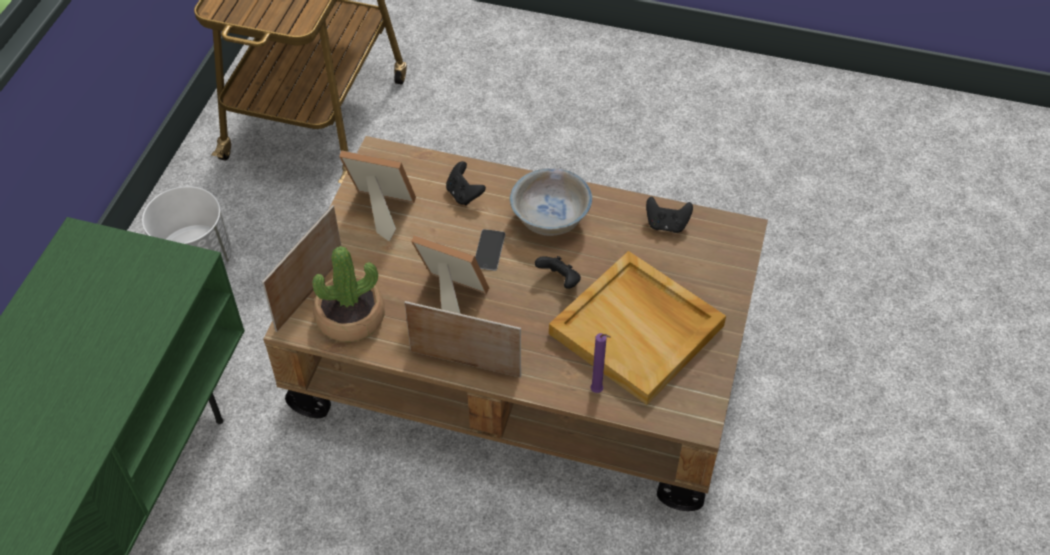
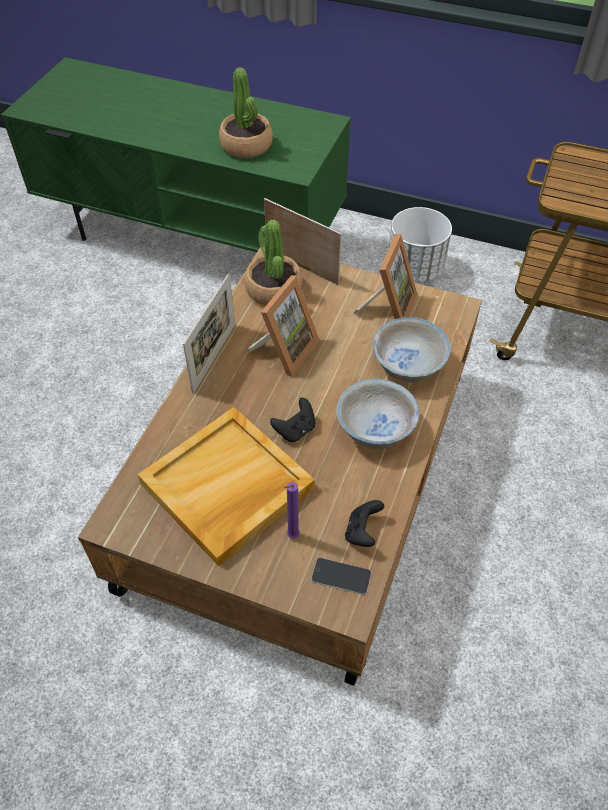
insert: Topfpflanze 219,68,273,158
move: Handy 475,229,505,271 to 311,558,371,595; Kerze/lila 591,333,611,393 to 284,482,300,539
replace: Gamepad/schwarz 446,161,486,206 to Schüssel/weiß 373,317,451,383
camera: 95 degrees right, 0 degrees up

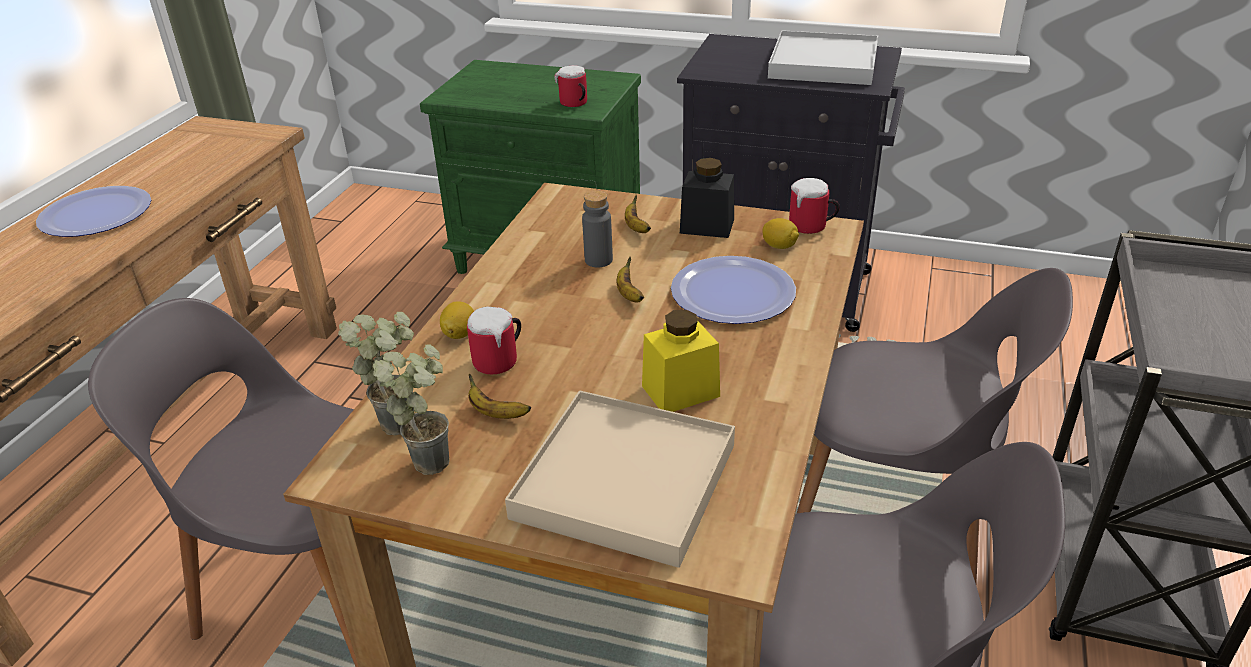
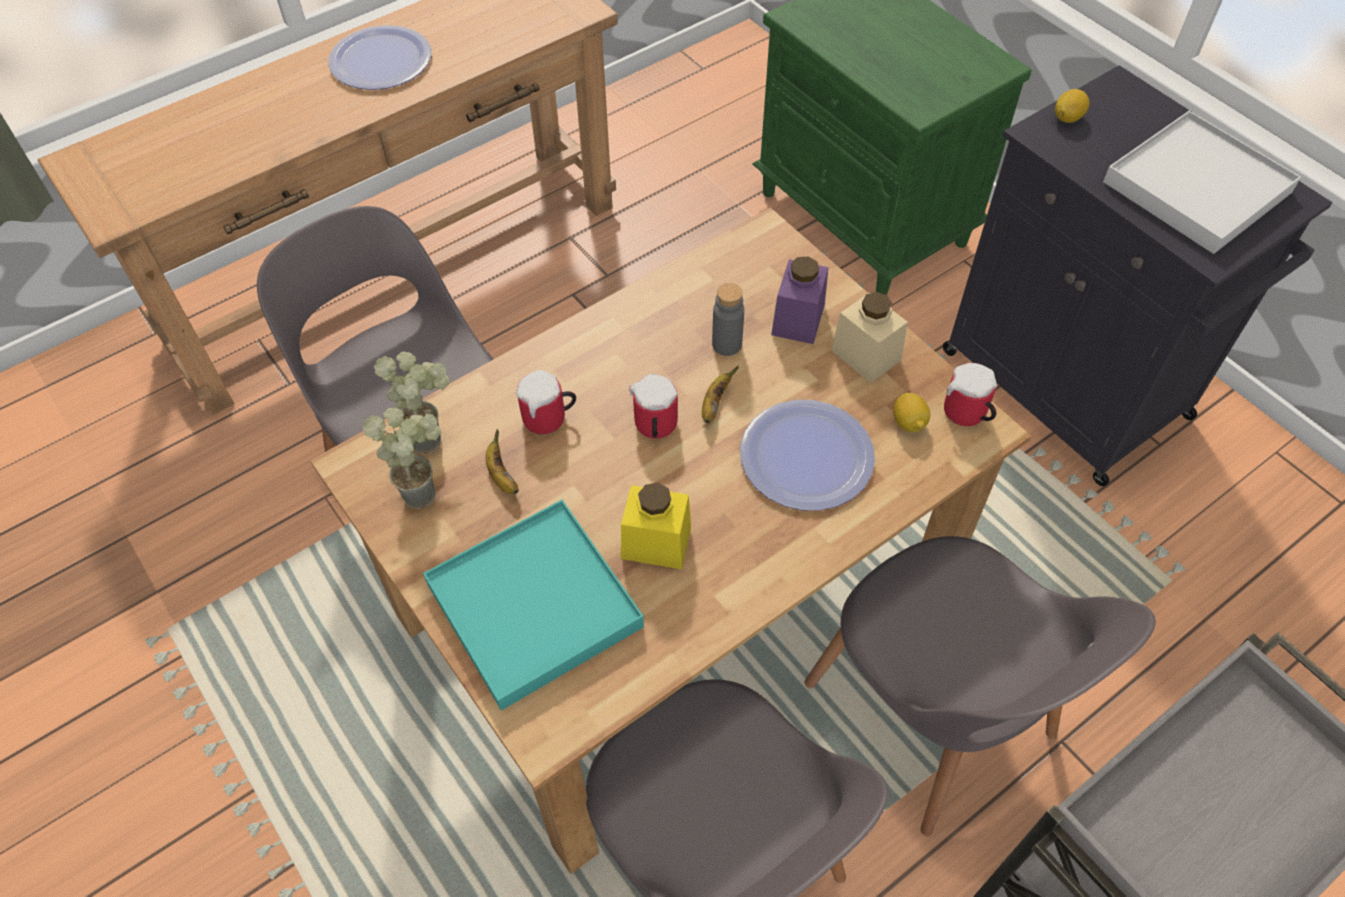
move: Zitrone 440,301,474,339 to 1055,89,1089,123; Henkelbecher 554,65,587,107 to 629,374,678,439
replace: Banane 625,195,651,233 to Vorratsglas/lila 771,256,829,344
recolor: Tablett/beige 505,390,735,568 to Tablett/türkis 423,500,644,710; Vorratsglas/schwarz 680,158,734,238 to Vorratsglas/beige 831,292,908,383
camera: 35 degrees right, 20 degrees up

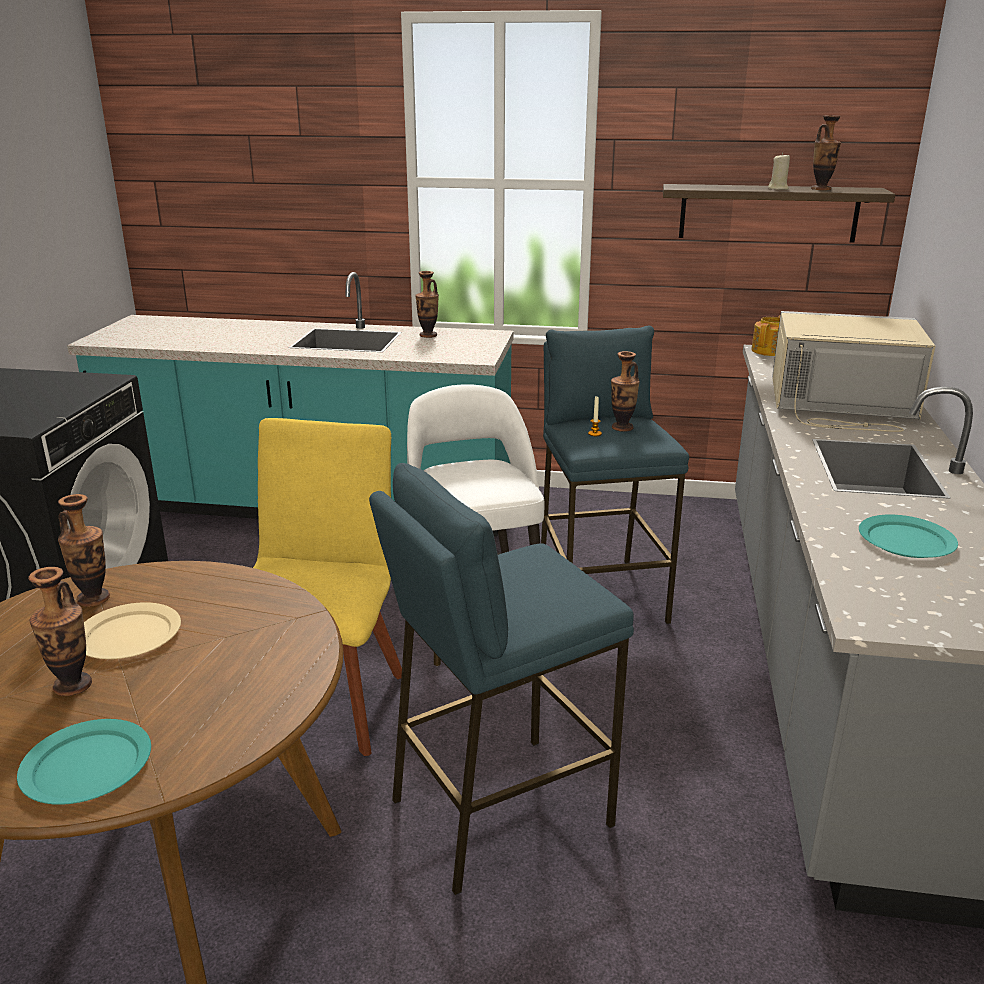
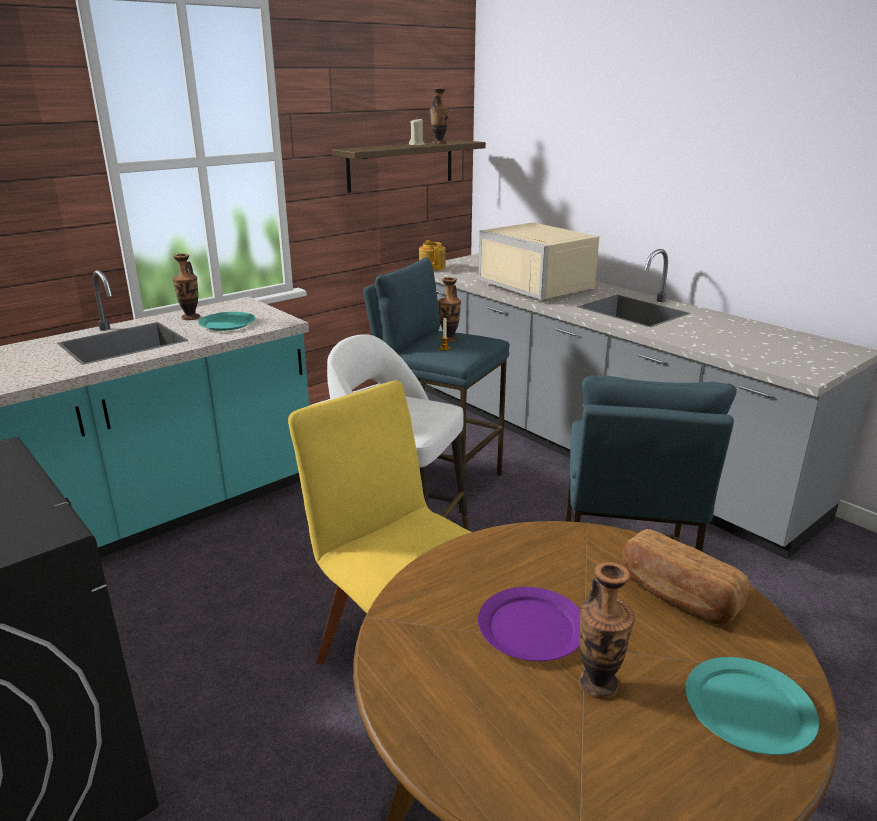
delete: Vase 58,494,110,607
insert: Brot 622,529,749,625
move: Teller/türkis 859,514,958,558 to 198,312,255,331
recolor: Teller/beige 84,602,181,659 to Teller/lila 478,587,580,661
rotate: Mikrowelle/beige 772,311,935,432 = 478,222,599,300 90 degrees counterclockwise
camera: 50 degrees left, 0 degrees up

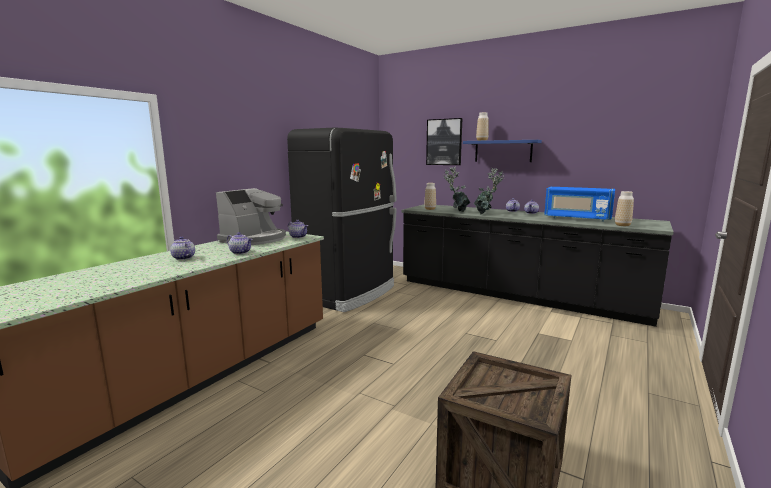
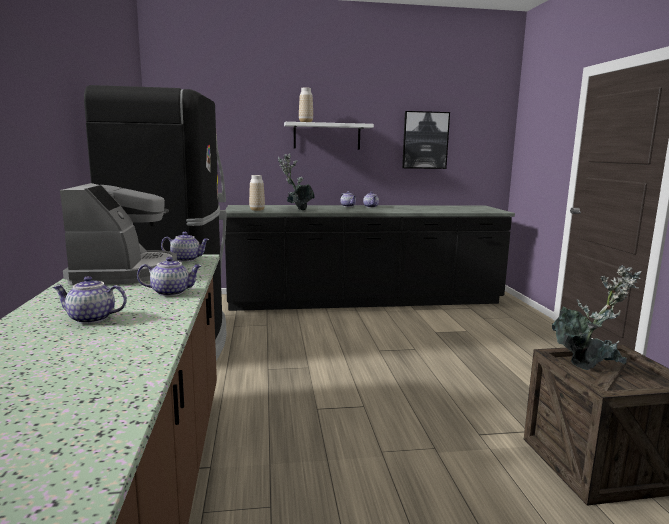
delete: Mikrowelle/blau 544,187,615,222; Vase 615,191,634,226
move: Bild 426,118,462,165 to 402,111,450,169; Topfpflanze 474,168,504,214 to 552,265,641,370
recolor: Wandregal/blau 463,140,542,162 to Wandregal/weiß 284,122,374,150
camera: 40 degrees left, 0 degrees up

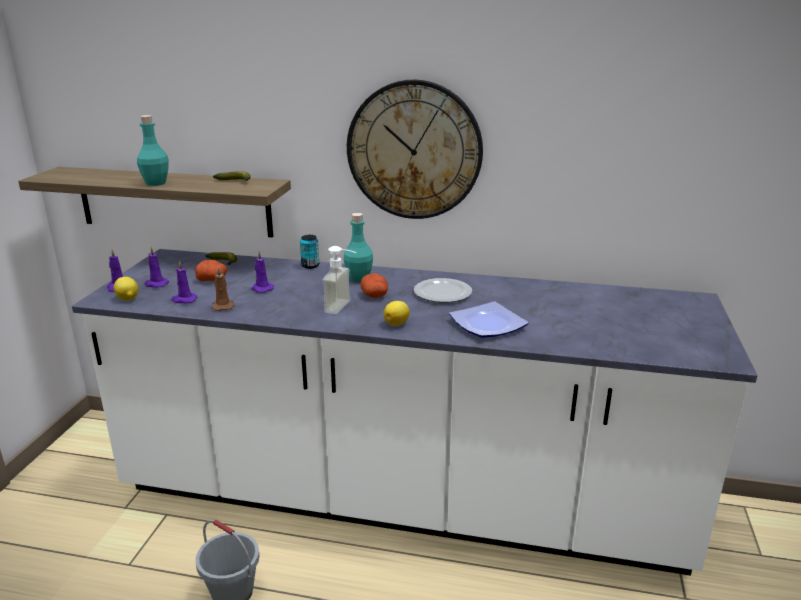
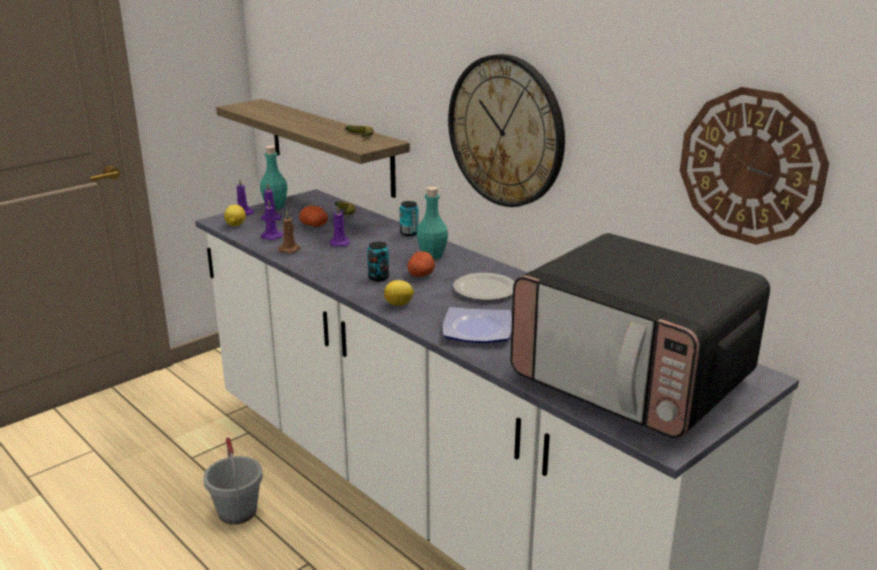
insert: Mikrowelle 510,233,770,439; Wanduhr 680,87,829,245
move: Flasche/türkis 137,115,169,186 to 260,146,287,209
replace: Seifenspender 323,246,357,314 to Dose 367,241,389,281
camera: 35 degrees right, 0 degrees up

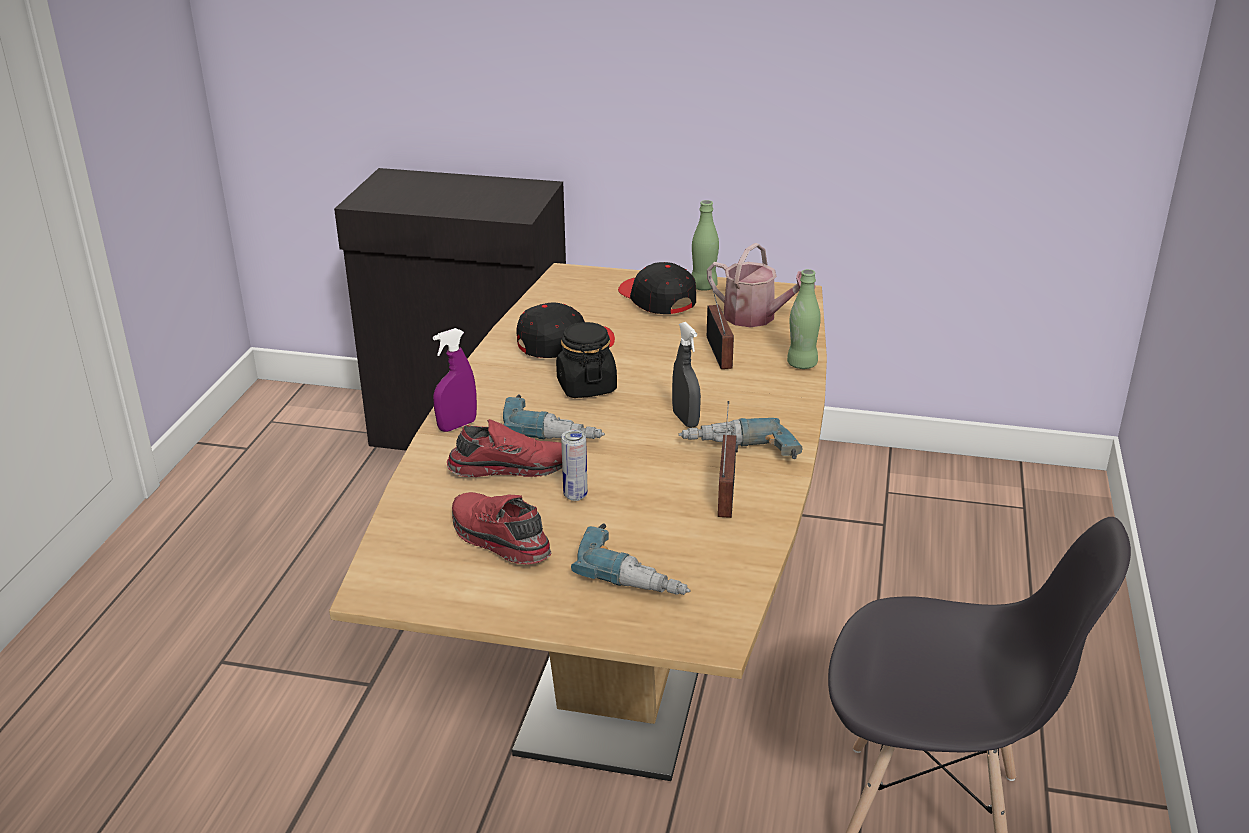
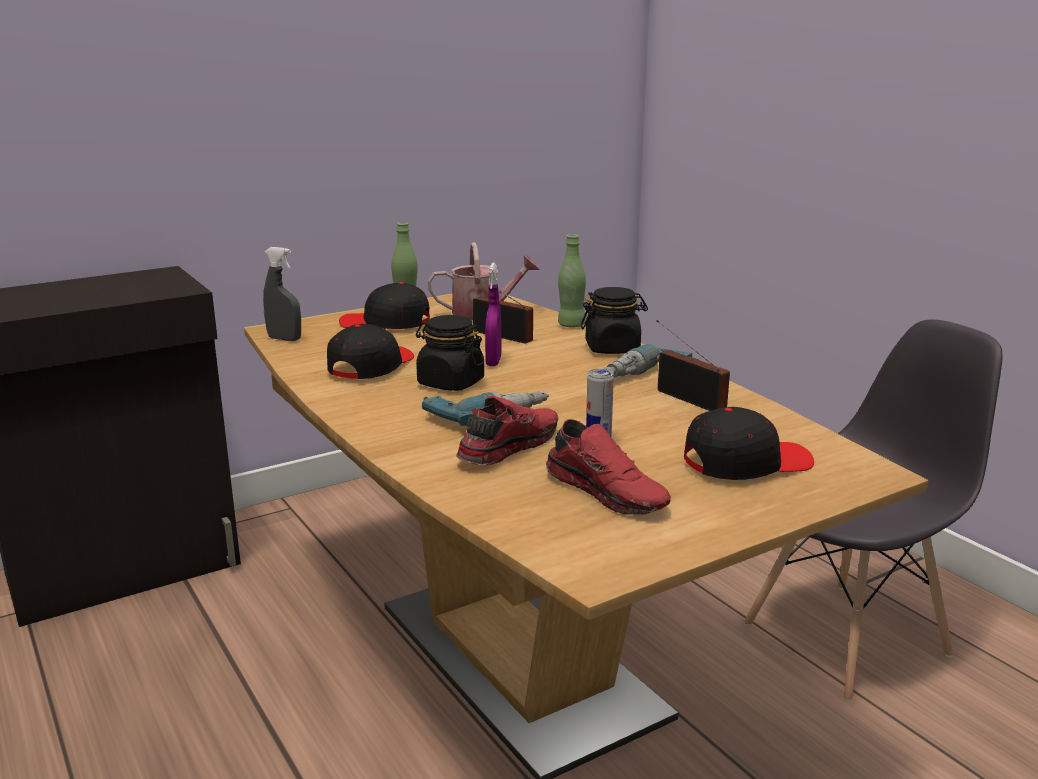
insert: Vorratsglas/schwarz 581,287,648,354
move: Sprühflasche/lila 433,328,477,432 to 485,263,501,366; Sprühflasche/grau 672,322,701,428 to 263,247,301,341
replace: Bohrmaschine 571,523,690,595 to Kappe/schwarz 684,407,814,480
rotate: Schuh/rot 452,492,552,564 = 546,419,671,515 135 degrees counterclockwise
camera: 45 degrees left, 10 degrees down

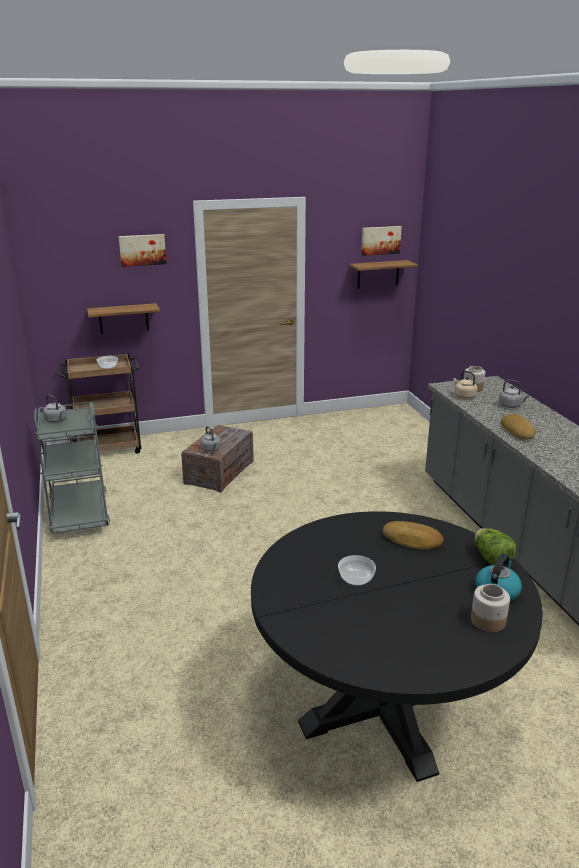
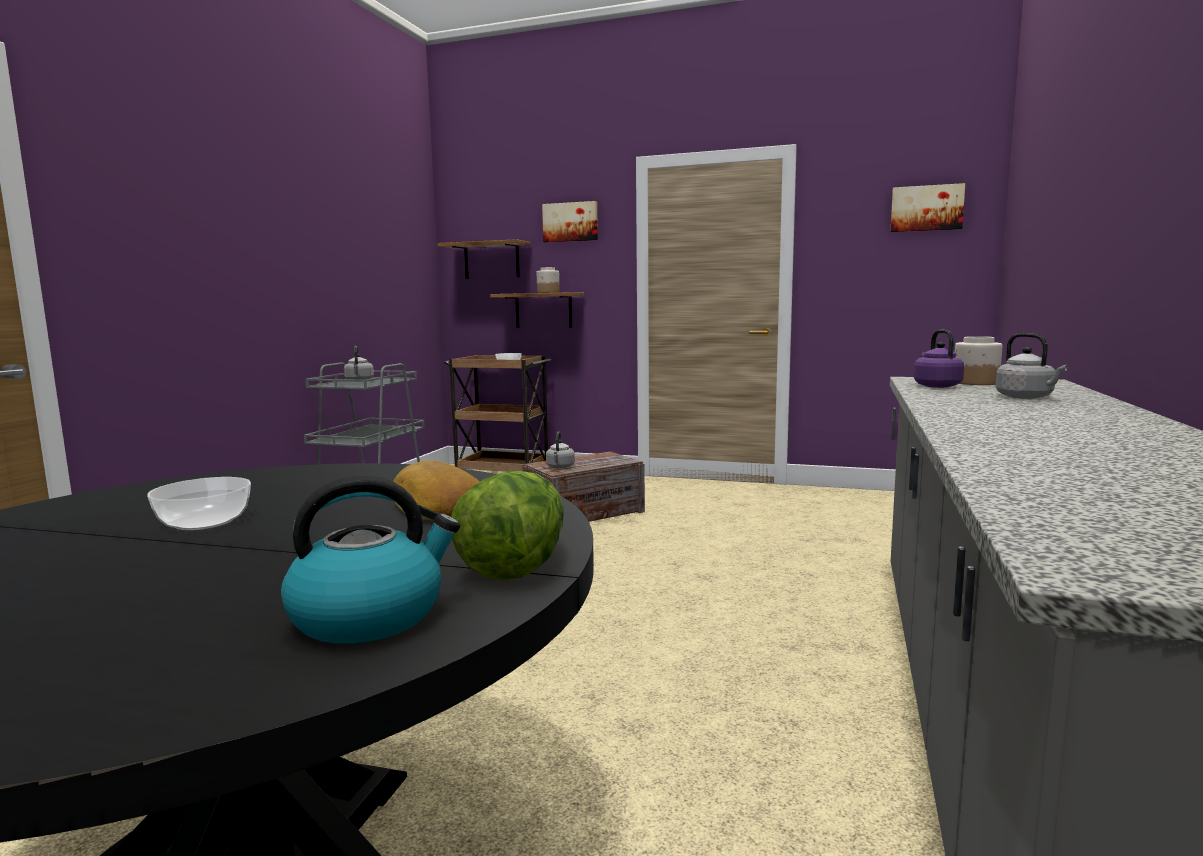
delete: Brot 501,414,536,439
move: Wandregal 350,260,418,288 to 438,239,530,279; Vorratsglas 471,584,510,632 to 537,267,560,293
recolor: Wasserkessel/beige 453,371,477,399 to Wasserkessel/lila 914,330,964,388
camera: 35 degrees right, 15 degrees down

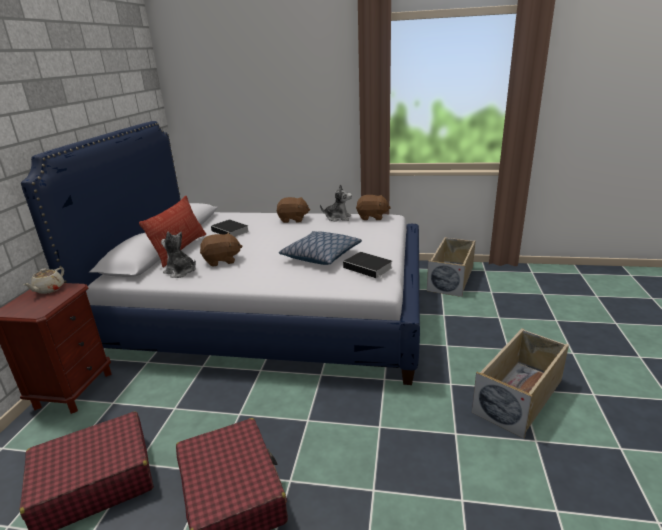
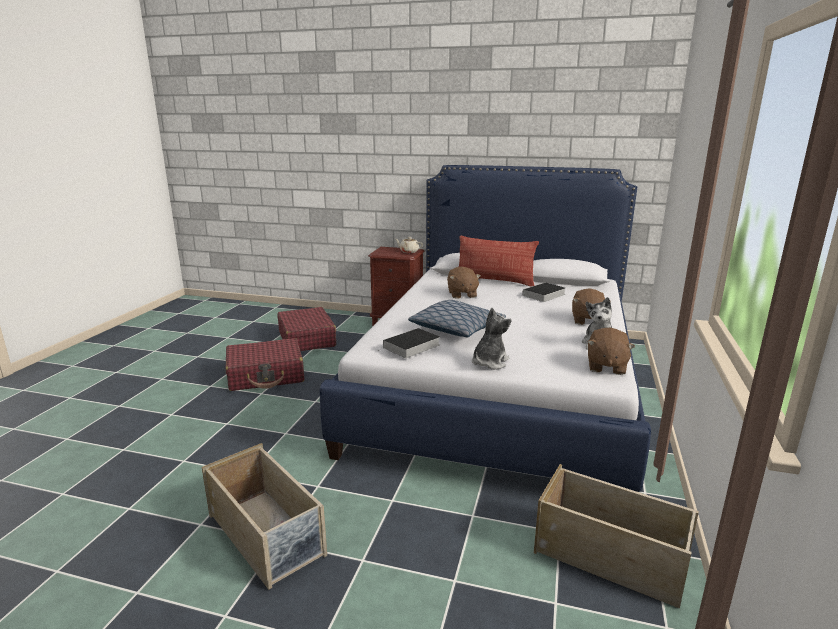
move: Plüschtier 161,232,196,278 to 472,308,511,370
camera: 95 degrees right, 5 degrees down

